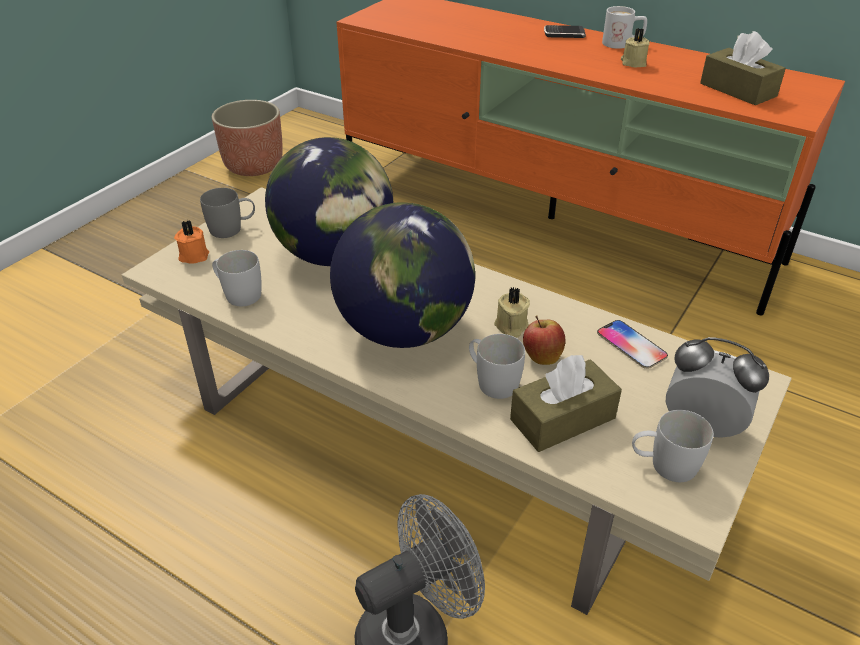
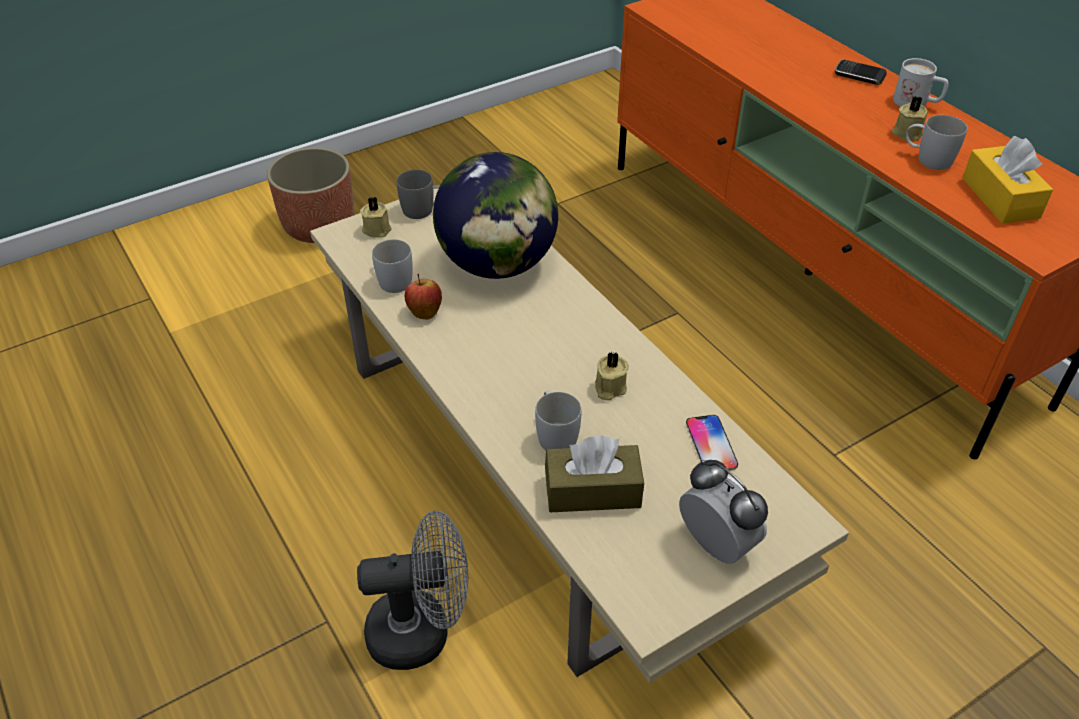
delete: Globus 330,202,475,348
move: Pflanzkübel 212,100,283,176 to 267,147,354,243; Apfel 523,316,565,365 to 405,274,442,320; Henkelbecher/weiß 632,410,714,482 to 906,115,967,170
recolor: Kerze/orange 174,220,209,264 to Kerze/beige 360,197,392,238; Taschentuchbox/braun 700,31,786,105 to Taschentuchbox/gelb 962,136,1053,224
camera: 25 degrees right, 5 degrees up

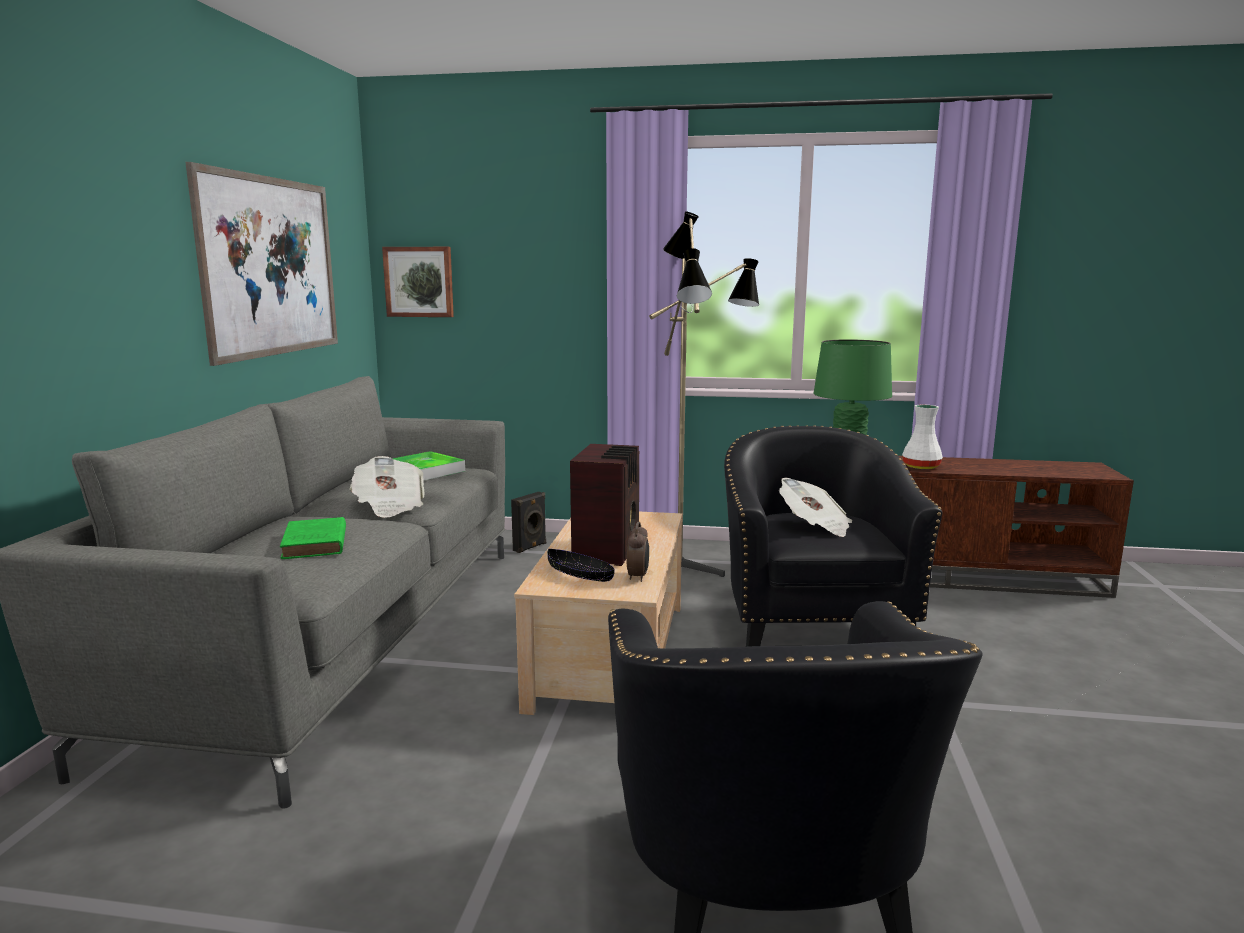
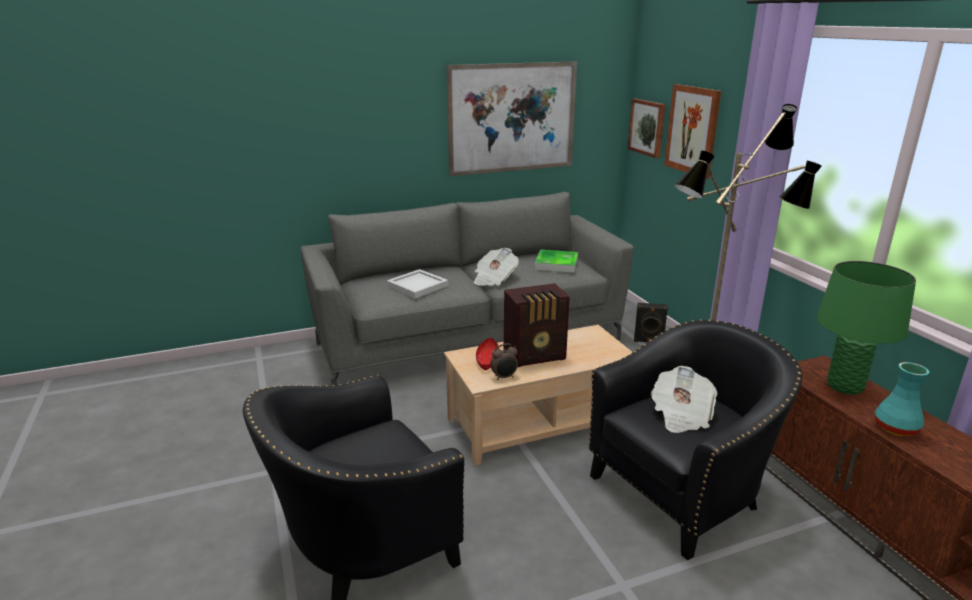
insert: Bild 664,84,721,179
replace: Buch/grün 280,517,346,559 to Tablett/weiß 387,269,448,298
recolor: Schüssel/schwarz 547,549,615,582 to Schüssel/rot 476,338,499,370; Vase/weiß 902,405,943,469 to Vase/türkis 875,362,930,436
camera: 60 degrees right, 10 degrees up

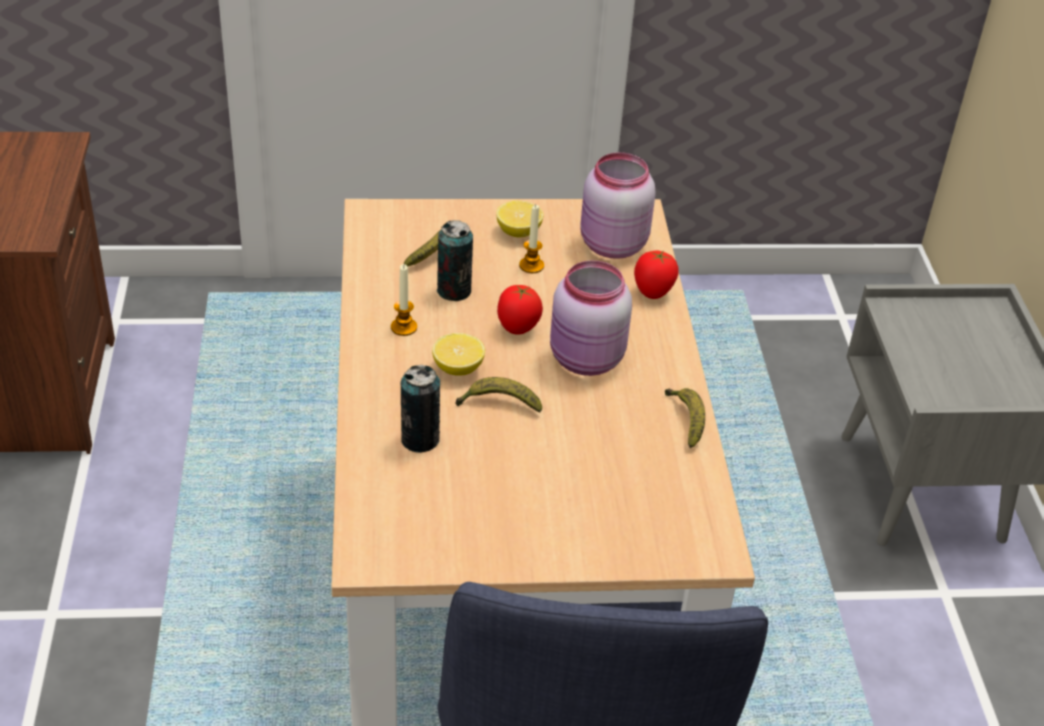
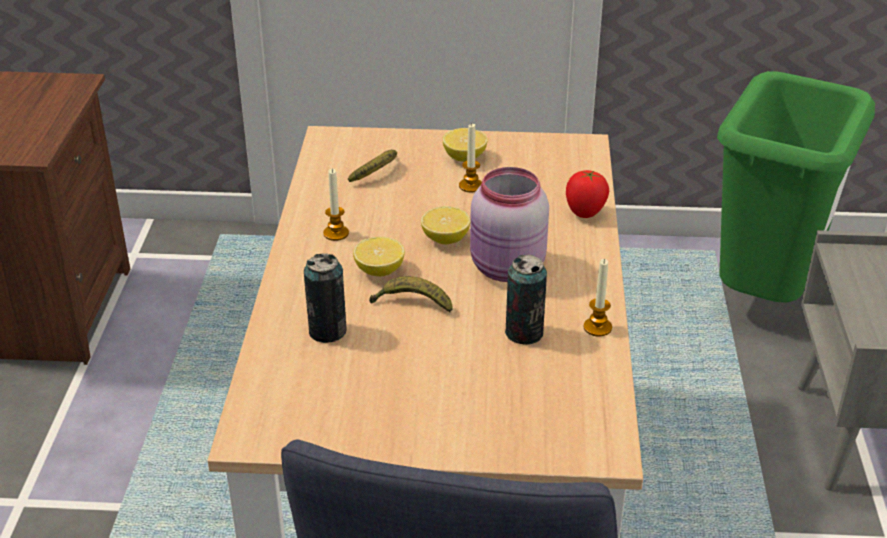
delete: Vorratsglas/rosa 581,153,656,259
insert: Mülleimer/grün 717,71,875,302
move: Dose 437,220,473,301 to 505,255,547,345
replace: Tomate 497,285,543,335 to Zitrone 421,206,471,244; Banane 665,388,705,448 to Kerze 584,259,612,337
camera: 10 degrees right, 5 degrees down

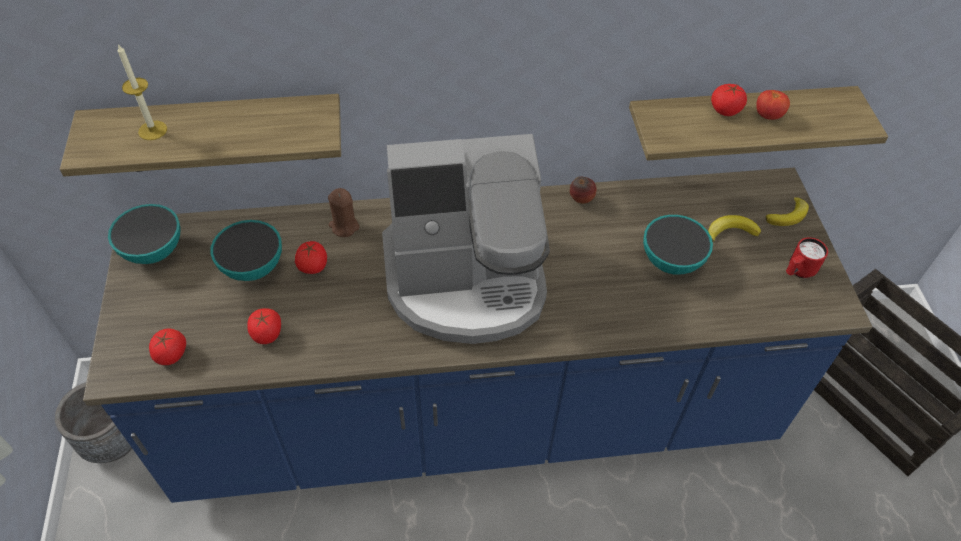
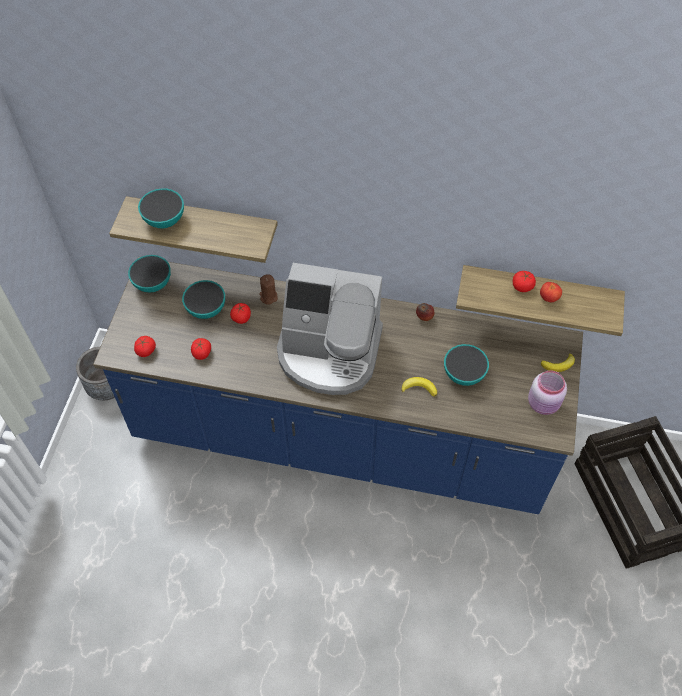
move: Banane 708,215,761,242 to 401,377,437,397
replace: Kerze 118,44,167,140 to Schüssel 138,188,184,228; Henkelbecher/rot 786,237,828,278 to Vorratsglas/rosa 528,370,567,415
camera: 20 degrees right, 5 degrees up

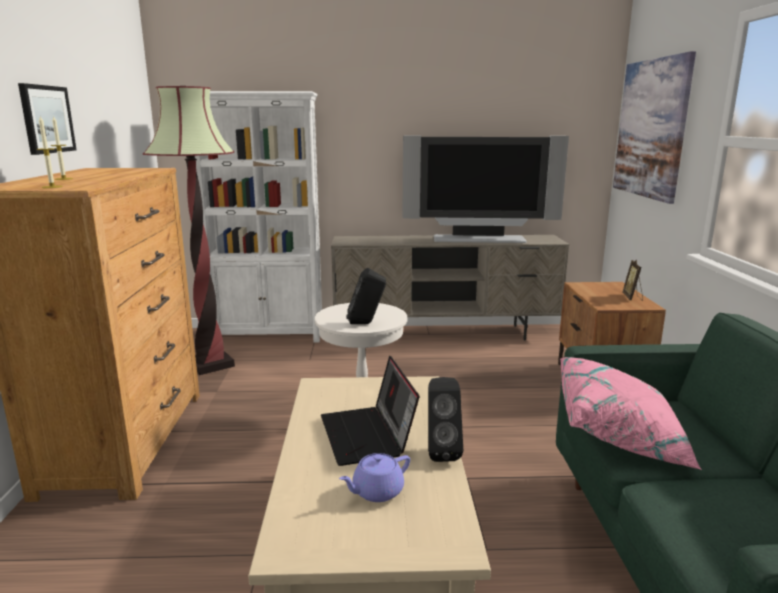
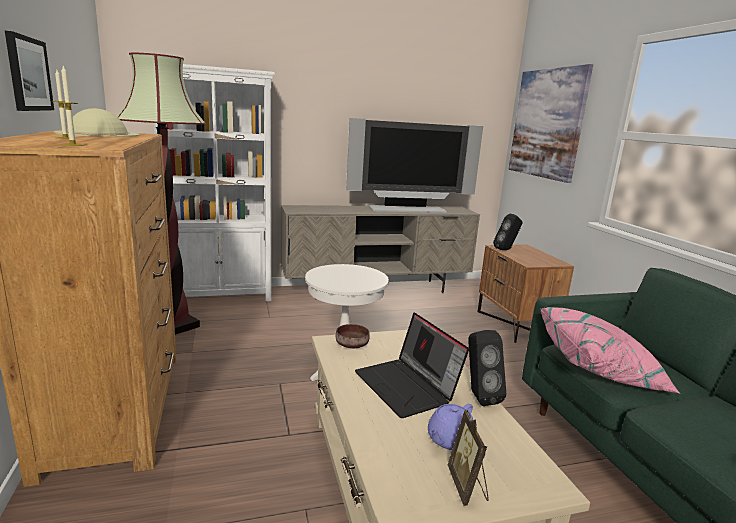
insert: Hut/beige 54,108,140,137; Schüssel/braun 336,324,370,348
move: Lautsprecher/schwarz 346,268,386,324 to 493,214,523,250; Bilderrahmen 622,259,643,301 to 448,410,489,506
camera: 15 degrees left, 0 degrees up

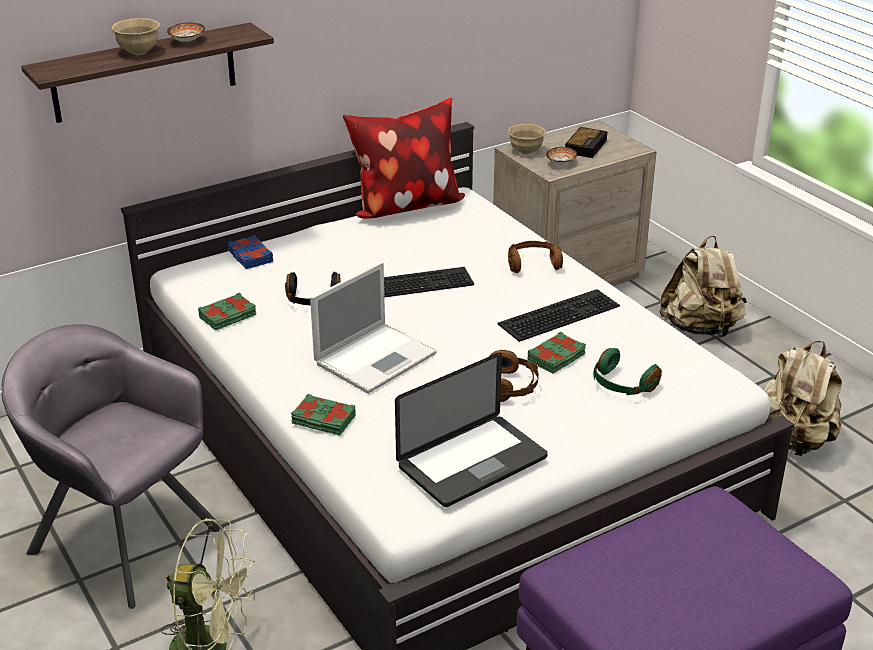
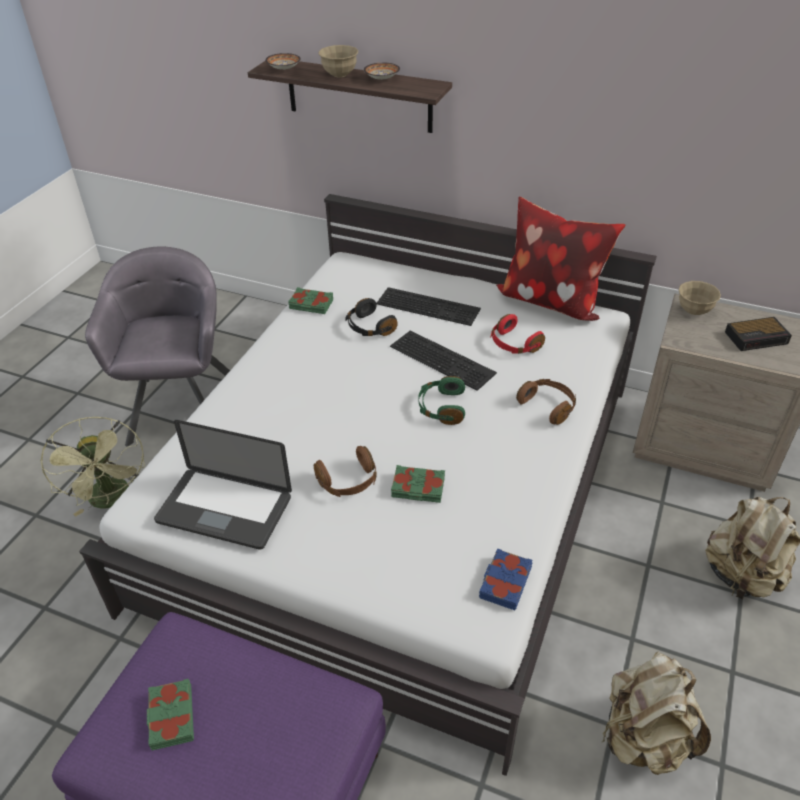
delete: Laptop 310,262,437,394
insert: Kopfhörer/rot 490,314,545,354
move: Buch/blau 228,235,273,269 to 479,548,532,610; Buch/grün 291,394,356,435 to 147,679,194,751; Tastatur 498,289,620,342 to 376,287,481,326; Schüssel 546,147,577,164 to 265,53,301,70; Kopfhörer/grün 593,348,662,395 to 418,376,465,425
camera: 55 degrees right, 10 degrees up

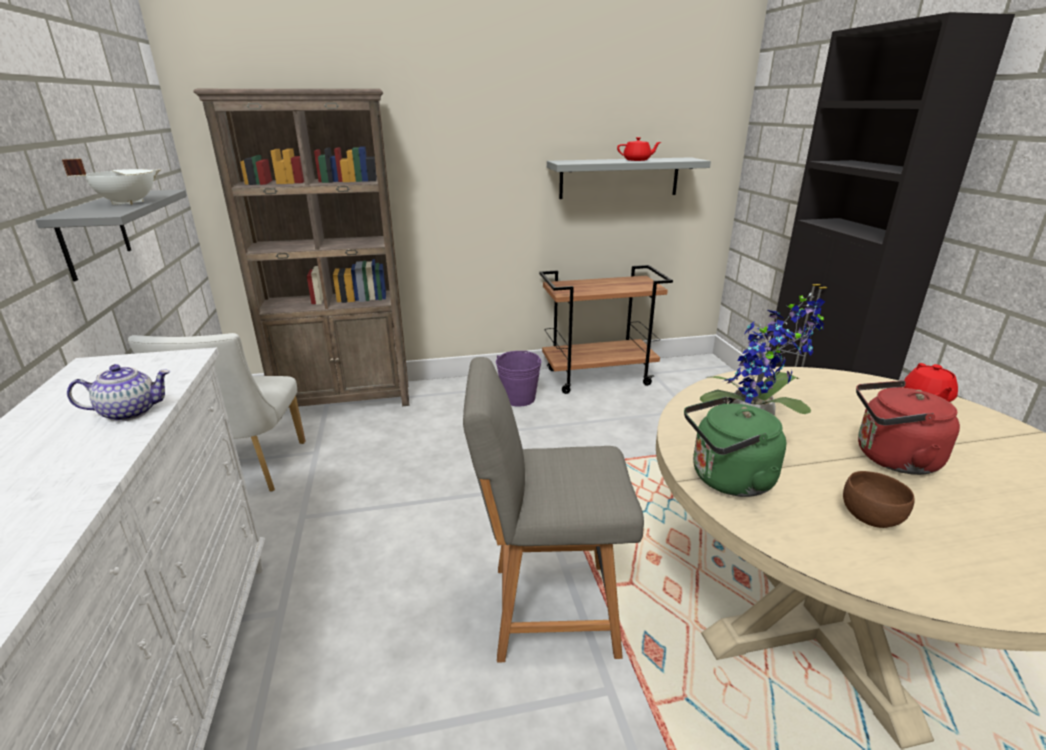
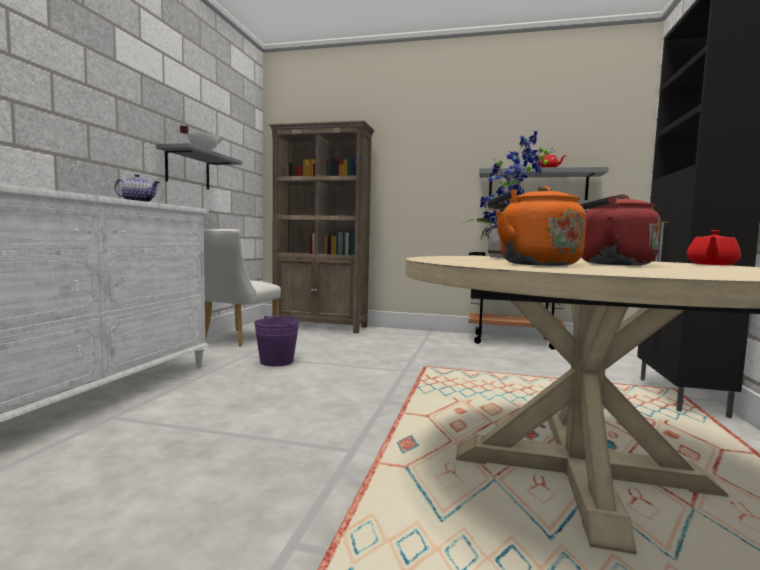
delete: Stuhl/grau 463,357,644,662; Wasserkessel/grün 684,397,786,497
move: Eimer/lila 496,351,542,407 to 254,316,300,366
replace: Schüssel/braun 843,471,915,528 to Wasserkessel/orange 488,186,586,266
camera: 25 degrees right, 20 degrees down

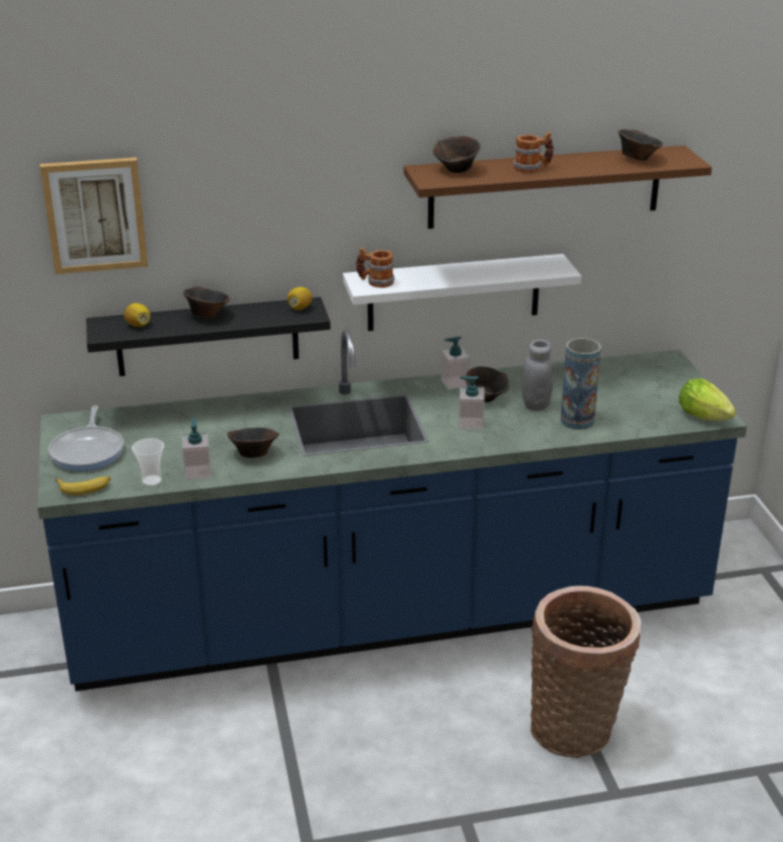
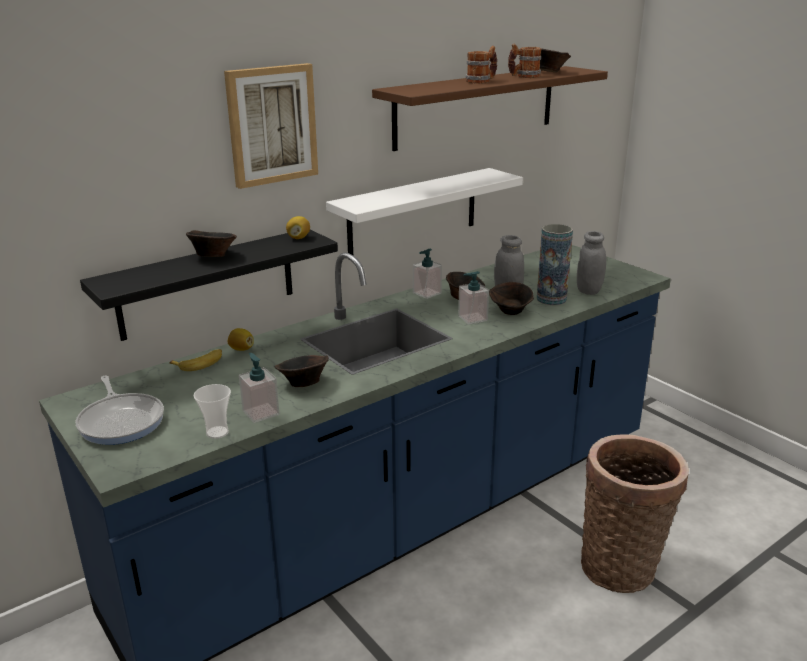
delete: Salatkopf 679,378,736,421
insert: Vorratsglas/grau 577,231,606,295
move: Bild 40,157,148,274 to 224,63,318,189; Banane 55,476,111,495 to 170,349,222,371; Zitrone 124,303,150,327 to 228,328,254,351; Henkelbecher 356,247,395,288 to 508,44,541,78; Schüssel/braun 433,136,481,173 to 489,282,534,315
camera: 25 degrees left, 5 degrees down

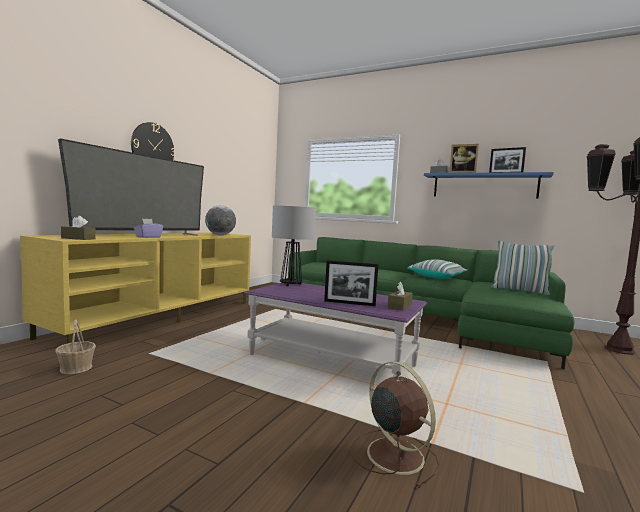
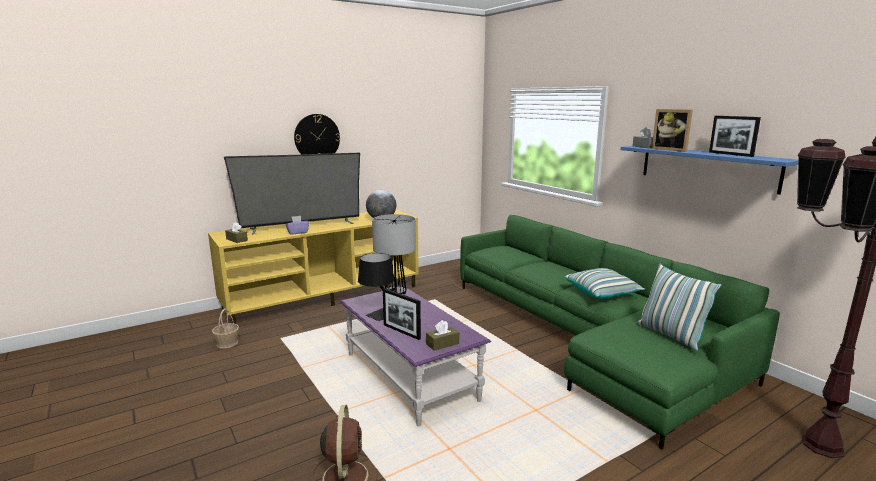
insert: Tischlampe/schwarz 358,253,397,321
camera: 30 degrees right, 10 degrees up

